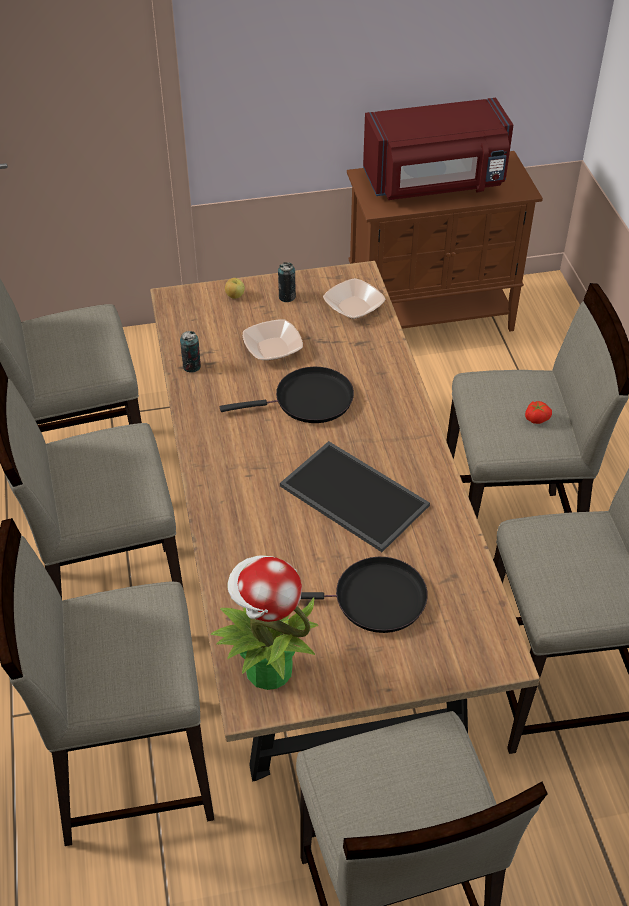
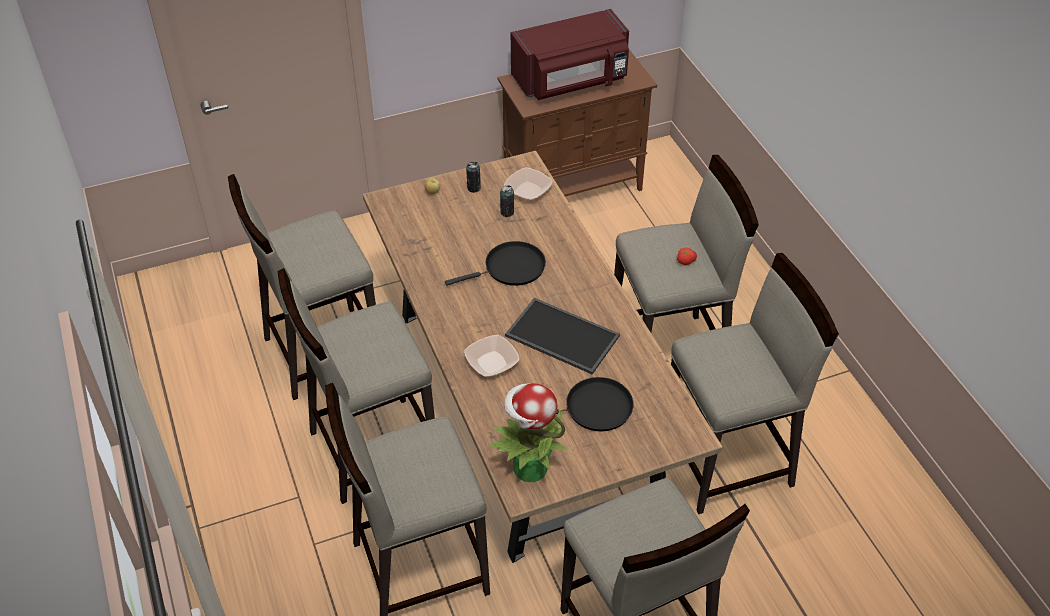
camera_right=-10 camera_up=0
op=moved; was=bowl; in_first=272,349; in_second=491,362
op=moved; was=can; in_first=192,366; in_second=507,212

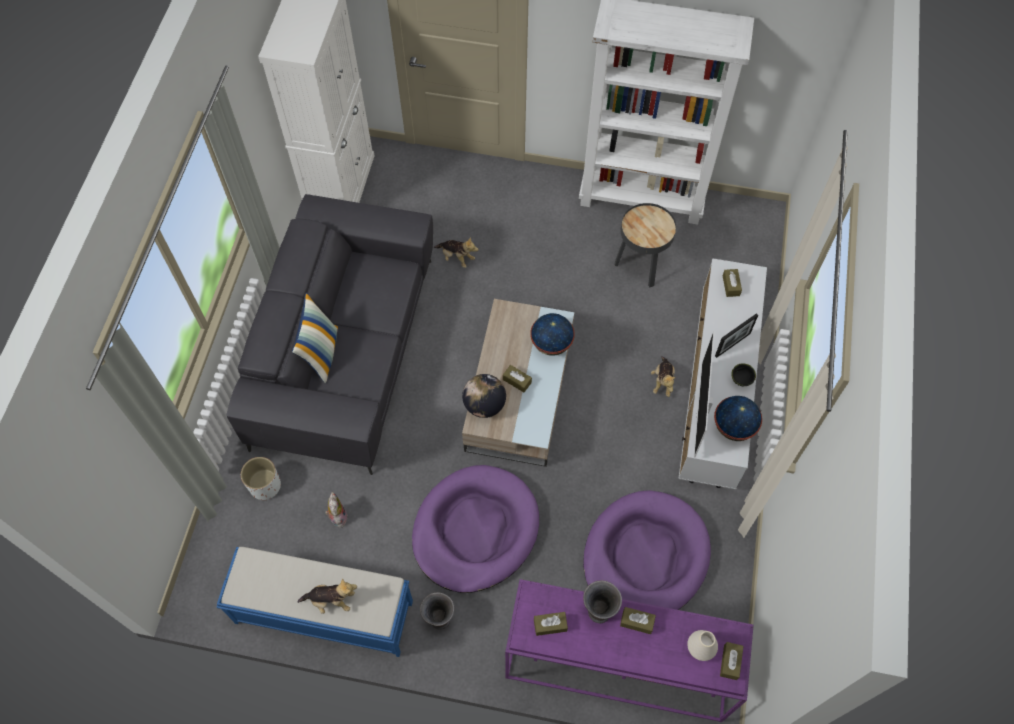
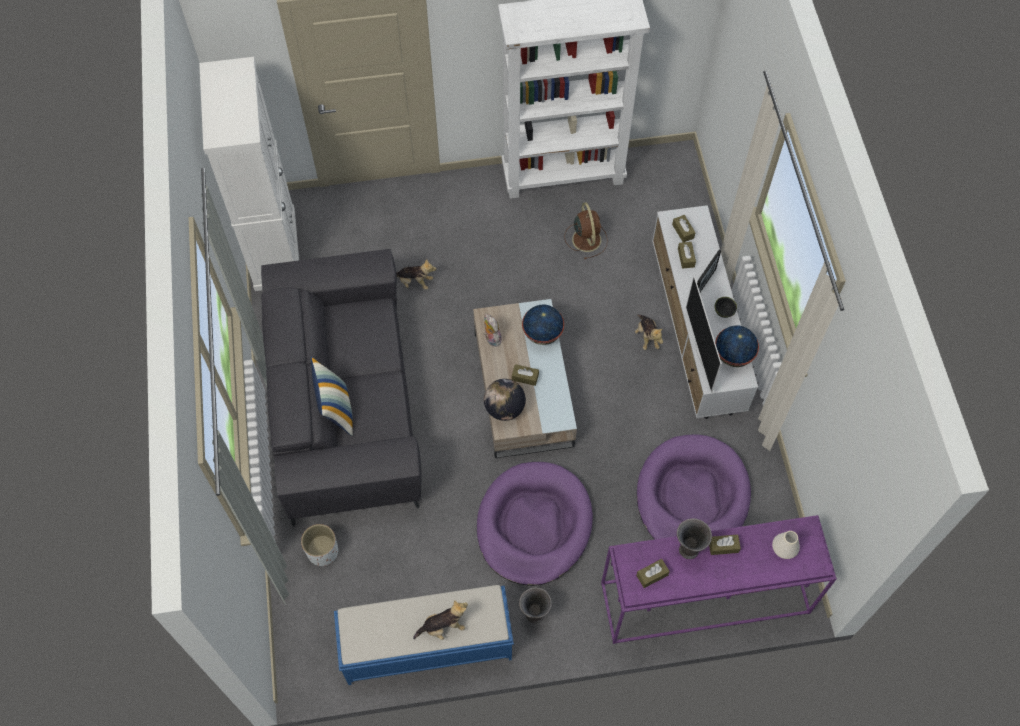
camera_right=-20 camera_up=0
op=replaced; was=black side table; now=brown fan; in_first=640,266; in_second=586,238
op=moved; was=plush toy; in_first=337,516; in_second=491,338
op=moved; was=brown tissue box; in_first=730,662; in_second=686,258

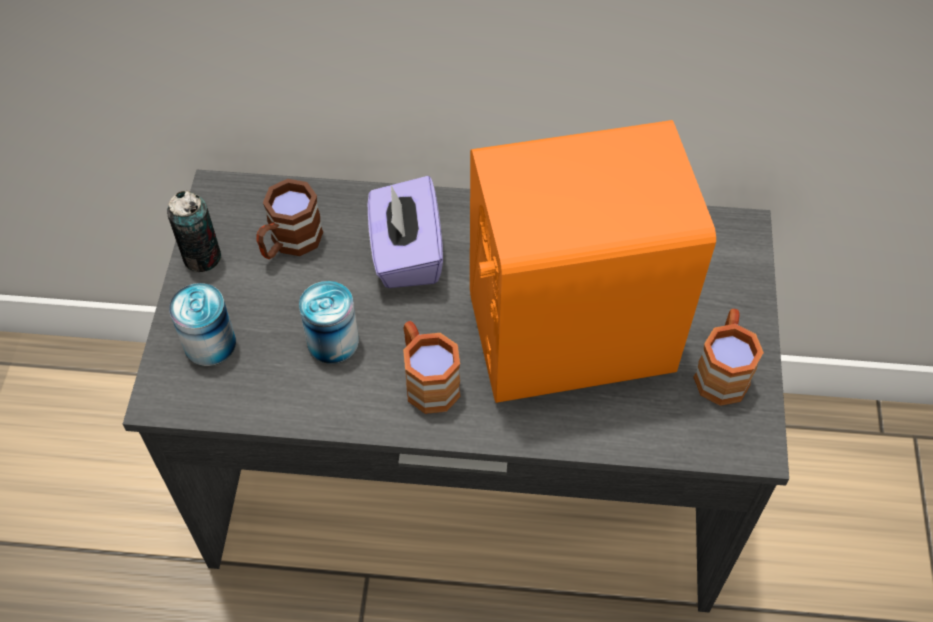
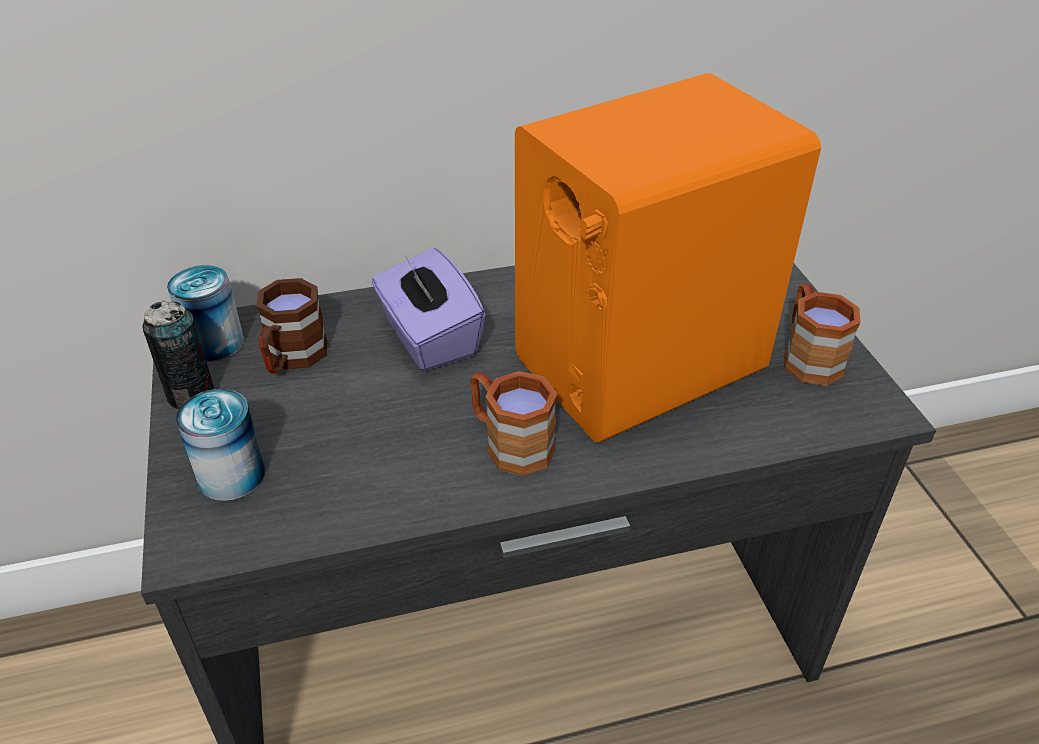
camera_right=-20 camera_up=-15
op=moved; was=can; in_first=333,341; in_second=215,343

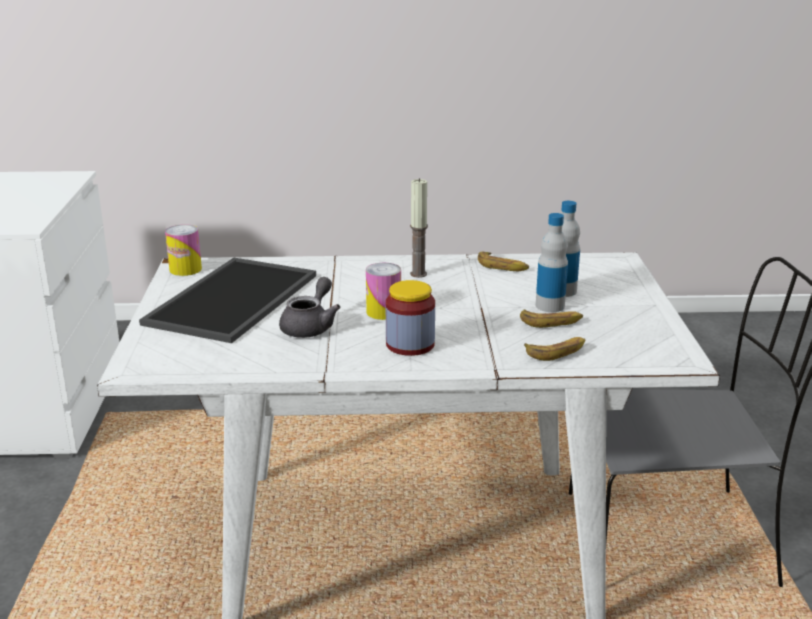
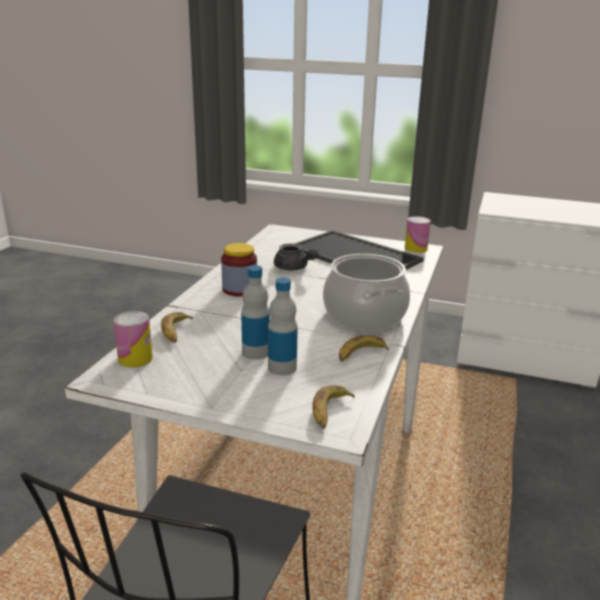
camera_right=110 camera_up=0
op=replaced; was=candle; now=cooking pot; in_first=418,274; in_second=364,315
op=moved; was=can; in_first=383,312; in_second=135,358
op=moved; was=banana; in_first=551,322; in_second=329,412

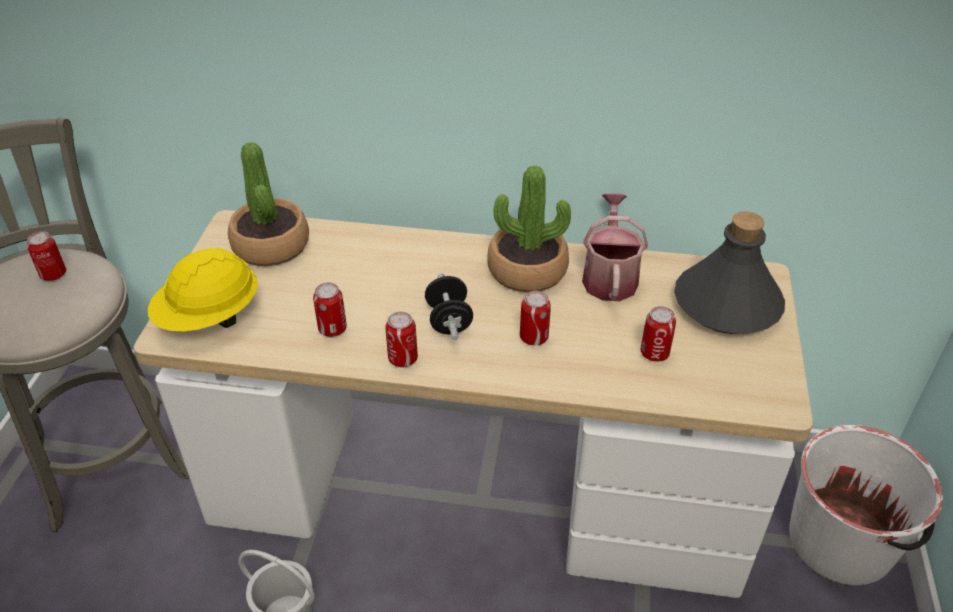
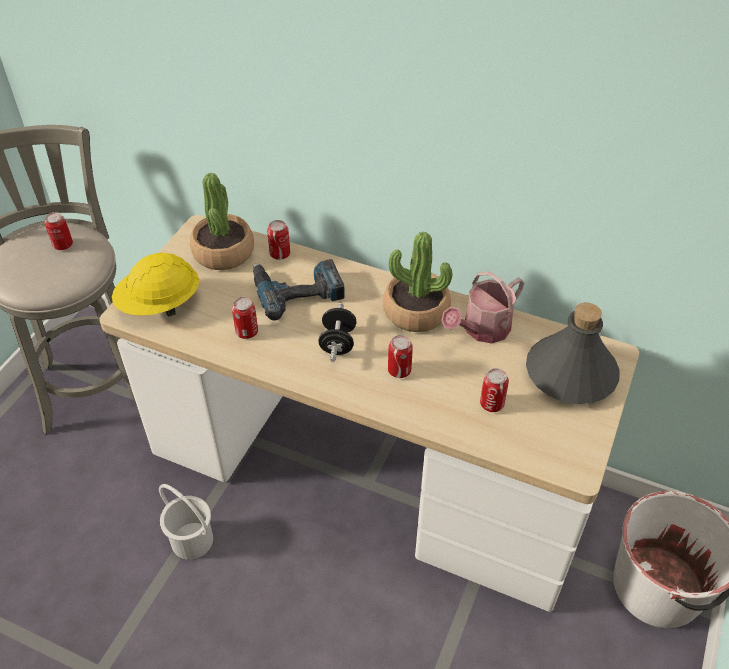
camera_right=15 camera_up=5
op=turned; was=watering can; in_first=609,276; in_second=482,330; clockwise=-150
op=moved; was=can; in_first=403,358; in_second=280,254
op=added; now=power drill; in_second=297,290

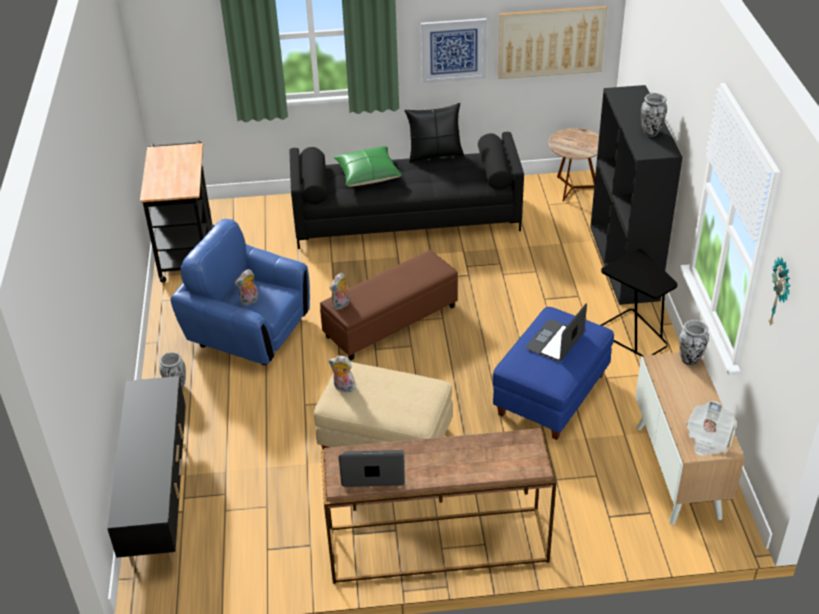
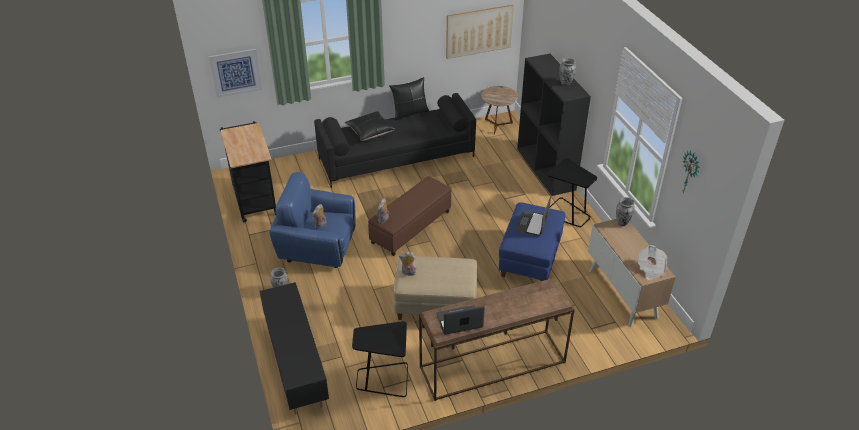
camera_right=-15 camera_up=0
op=moved; was=picture; in_first=453,50; in_second=235,72
op=recoloured; was=green pillow; now=black pillow; in_first=367,174; in_second=370,131
op=added; now=black side table; in_second=383,380

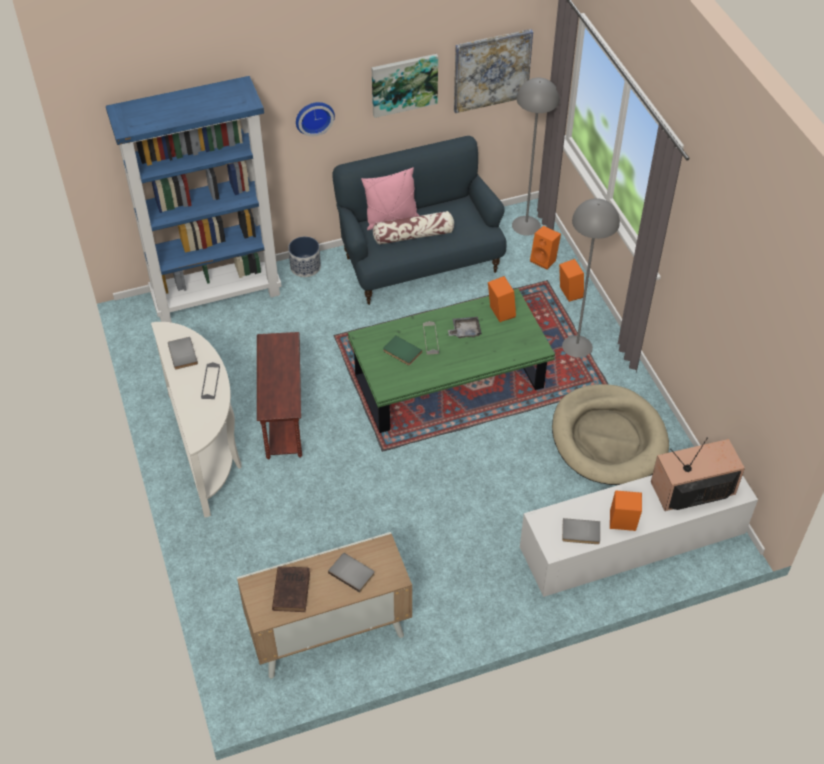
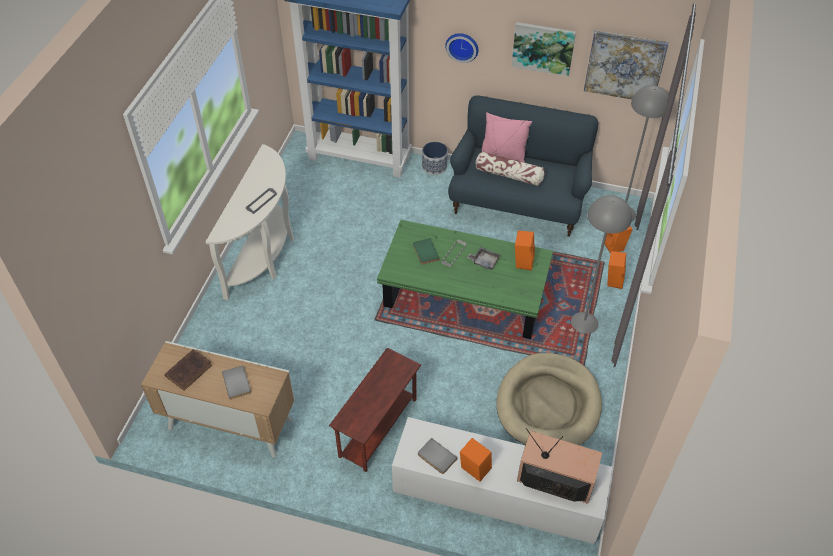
camera_right=35 camera_up=0
op=moved; was=brown side table; in_first=284,418; in_second=378,428
op=removed; was=grey book; in_first=181,354

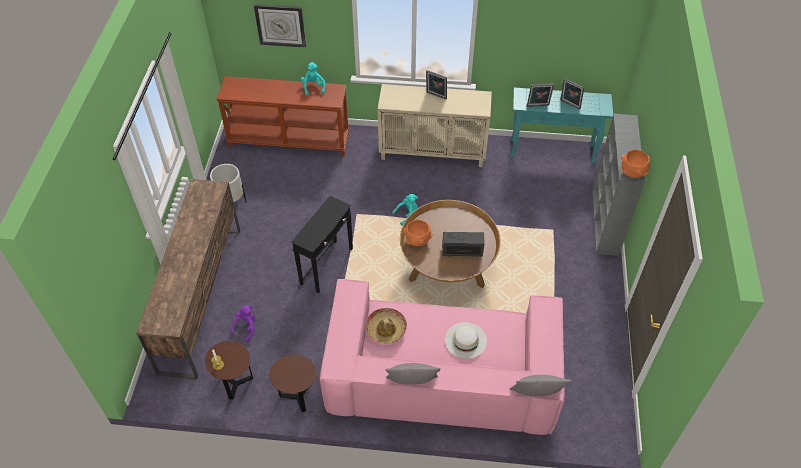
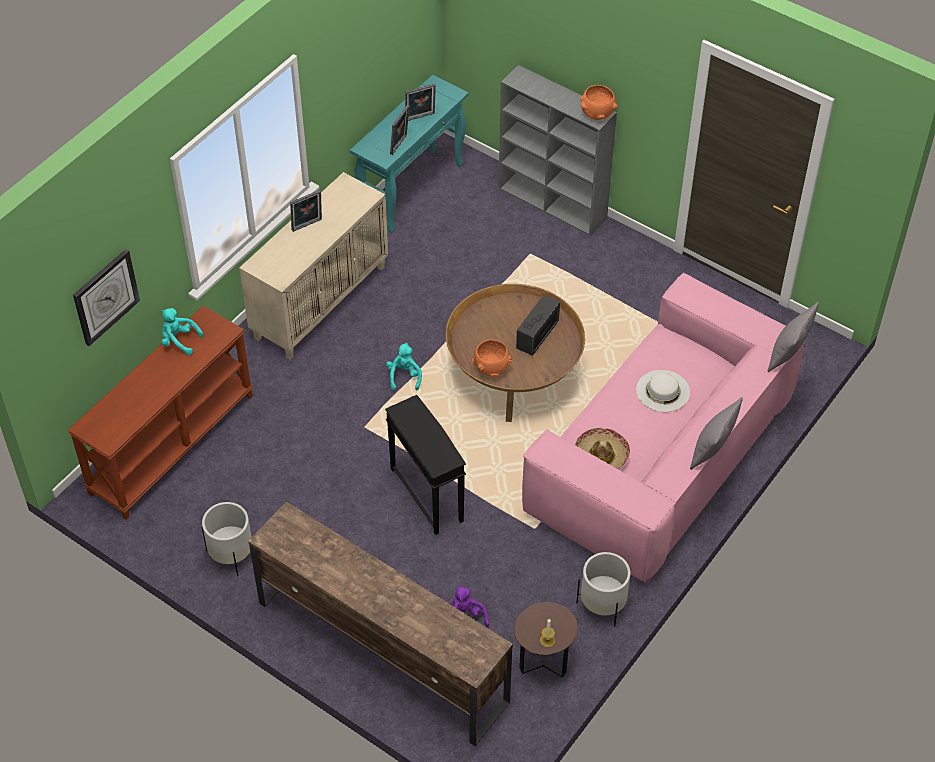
camera_right=-60 camera_up=0
op=replaced; was=brown side table; now=white planter; in_first=298,397; in_second=603,605

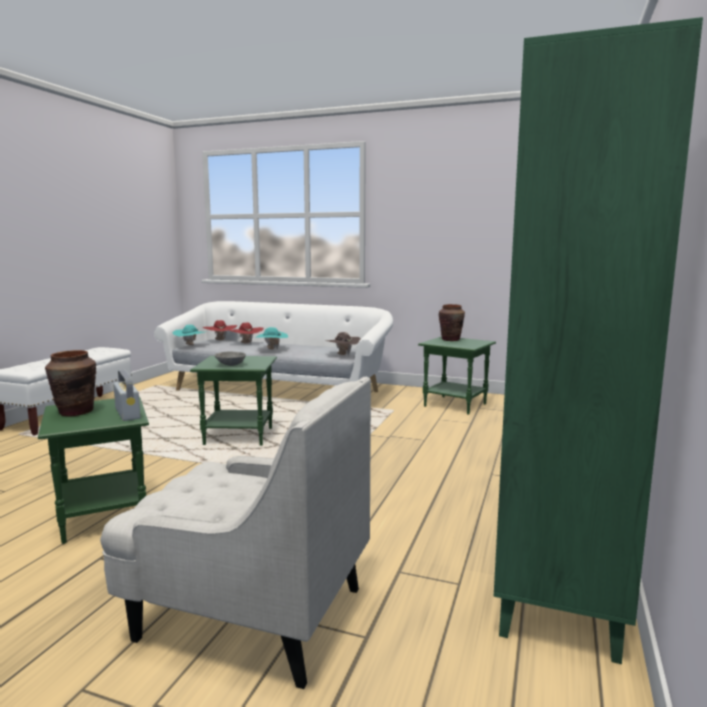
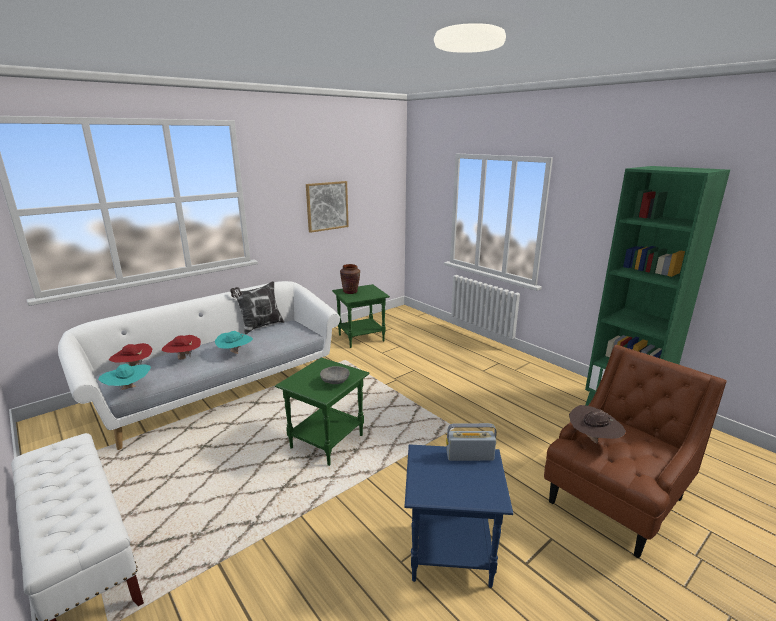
camera_right=-60 camera_up=10
op=moved; was=brown hat; in_first=343,355; in_second=593,440
op=removed; was=brown vase; in_first=75,412
op=recoloured; was=white armchair; now=brown armchair; in_first=249,613; in_second=614,501
op=recoloured; was=green side table; now=blue side table; in_first=104,516; in_second=449,554
op=added; now=picture; in_second=327,206
op=added; now=pillow; in_second=260,326

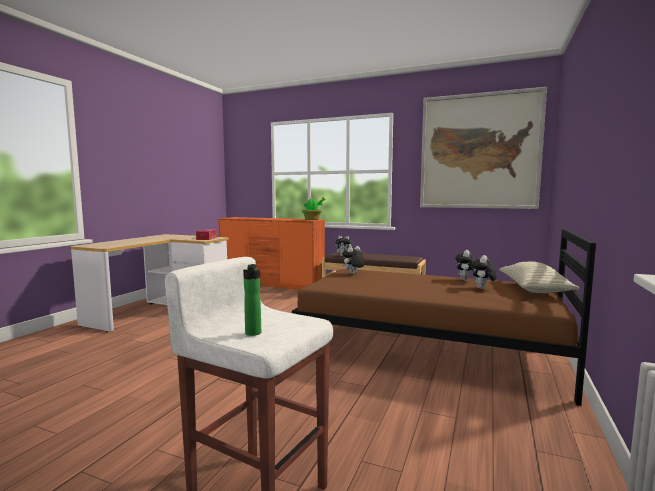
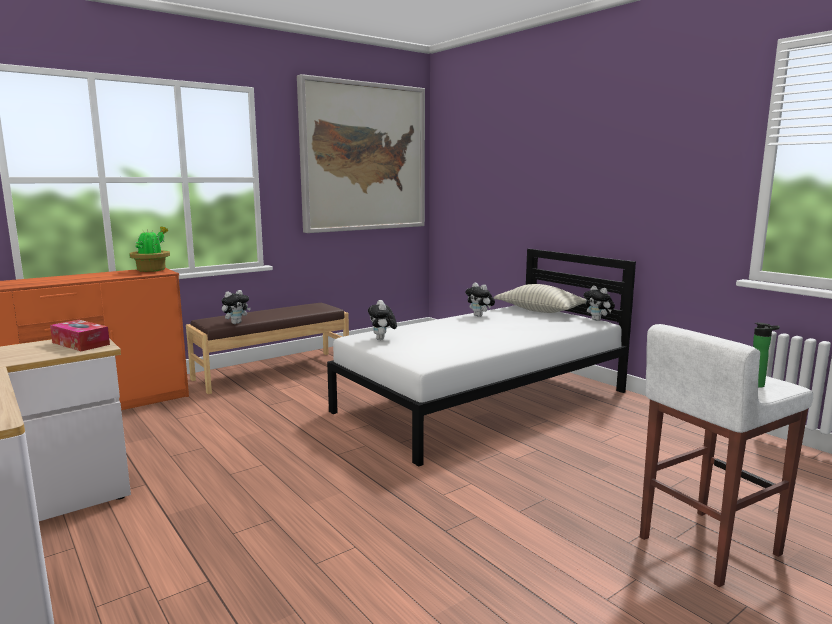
camera_right=-60 camera_up=5
op=recoloured; was=brown bed; now=white bed; in_first=428,350; in_second=484,401
op=moved; was=plush toy; in_first=482,288; in_second=598,320

